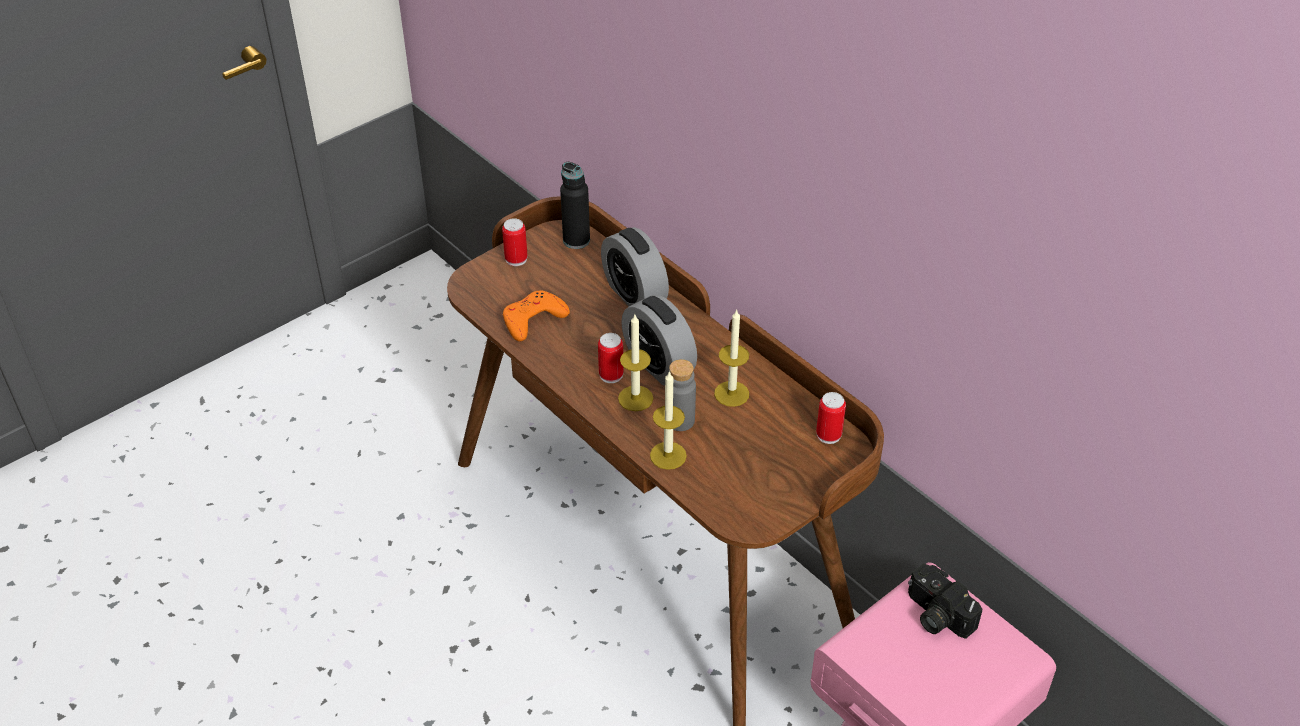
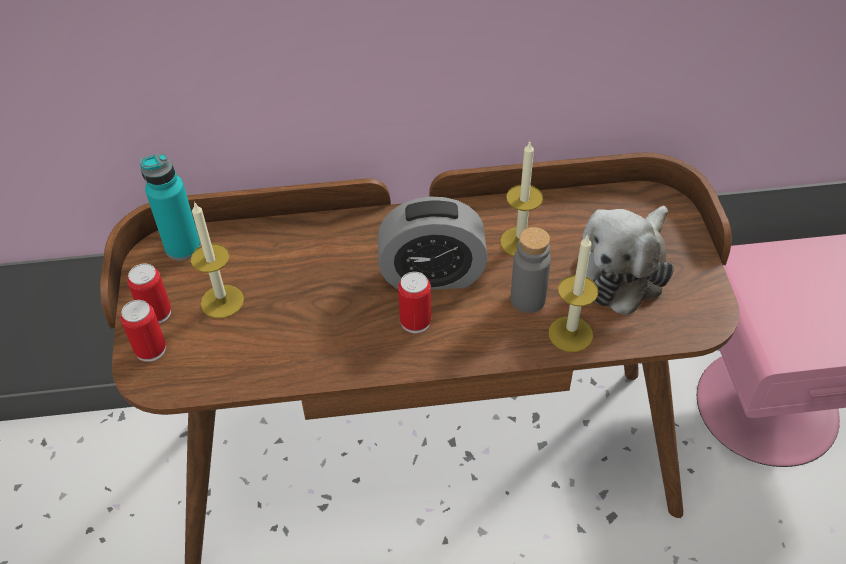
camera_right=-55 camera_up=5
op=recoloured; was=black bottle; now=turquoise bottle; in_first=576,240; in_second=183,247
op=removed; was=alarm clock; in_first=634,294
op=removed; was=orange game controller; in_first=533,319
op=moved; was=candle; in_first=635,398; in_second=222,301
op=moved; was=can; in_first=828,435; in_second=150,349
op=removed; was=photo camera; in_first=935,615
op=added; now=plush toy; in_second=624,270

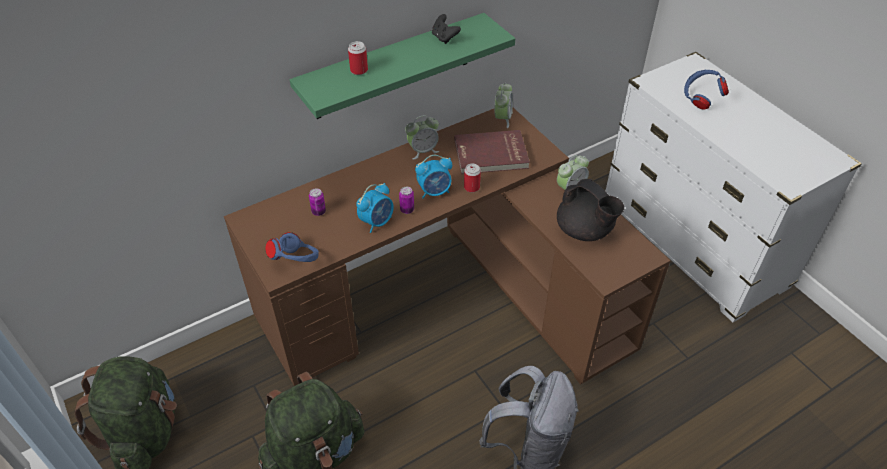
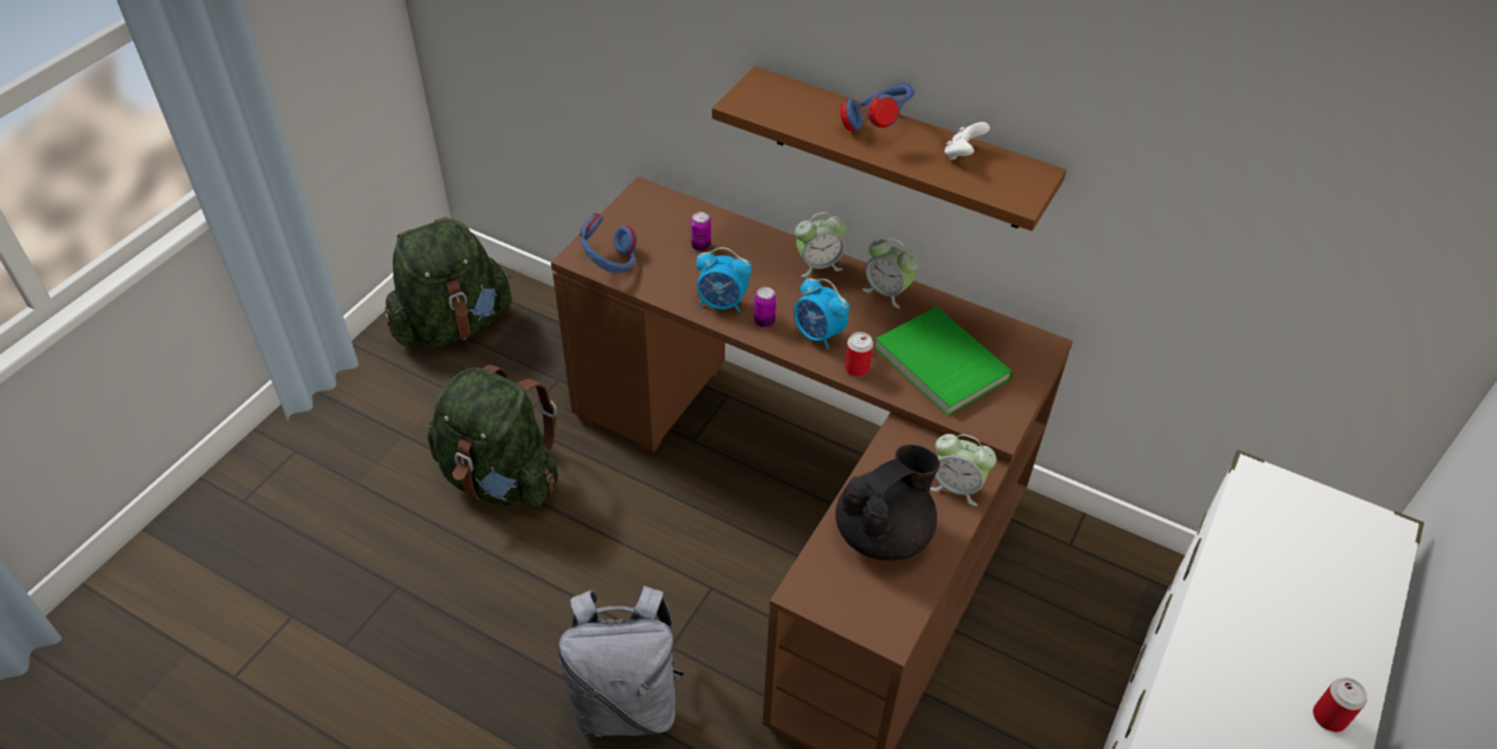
camera_right=60 camera_up=0
op=recoloured; was=green shelf; now=brown shelf; in_first=393,67; in_second=898,150
op=recoloured; was=black game controller; now=white game controller; in_first=444,38; in_second=963,154
op=moved; was=can; in_first=359,70; in_second=1329,717
op=moved; was=blue headphones; in_first=701,99; in_second=877,126
op=moved; was=alarm clock; in_first=502,118; in_second=818,265
op=recoloured; was=red book; now=green book; in_first=491,155; in_second=939,364
op=turned; was=black teapot; in_first=584,230; in_second=884,533; clockwise=-150

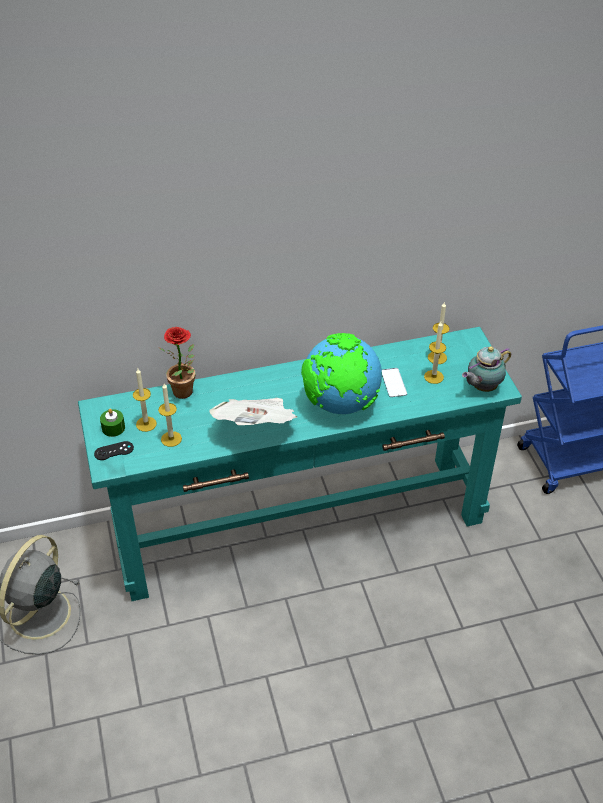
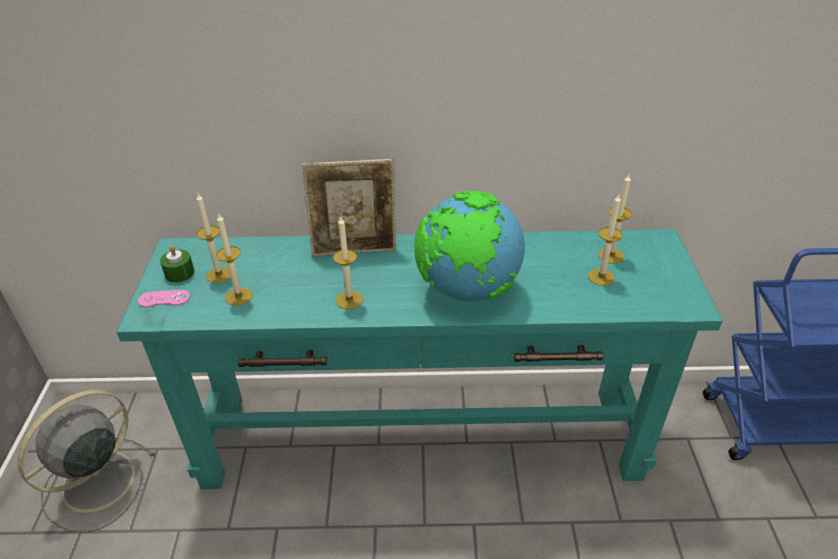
camera_right=15 camera_up=-5
op=removed; was=potted plant; in_first=186,394
op=removed; was=teapot; in_first=482,387
op=removed; was=phone; in_first=393,383
op=replaced; was=newspaper; now=candle; in_first=256,427; in_second=349,300
op=recoloured; was=black game controller; now=pink game controller; in_first=114,451; in_second=164,299
op=added; now=picture frame; in_second=355,250

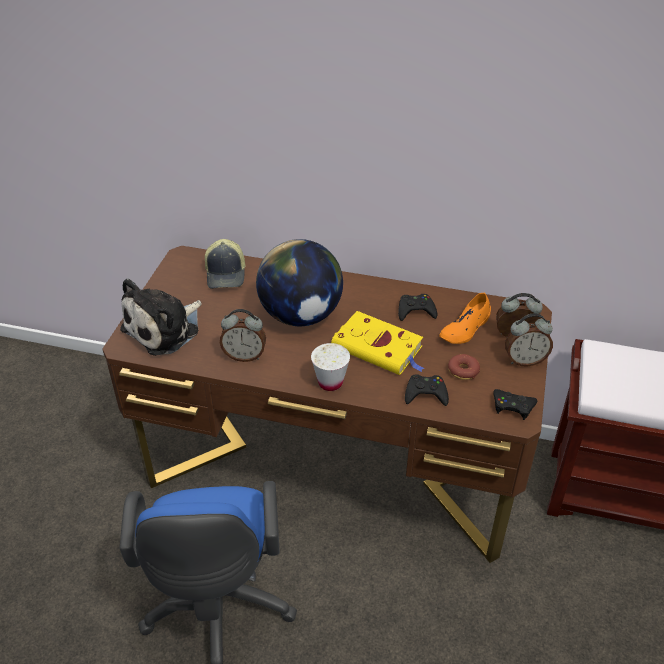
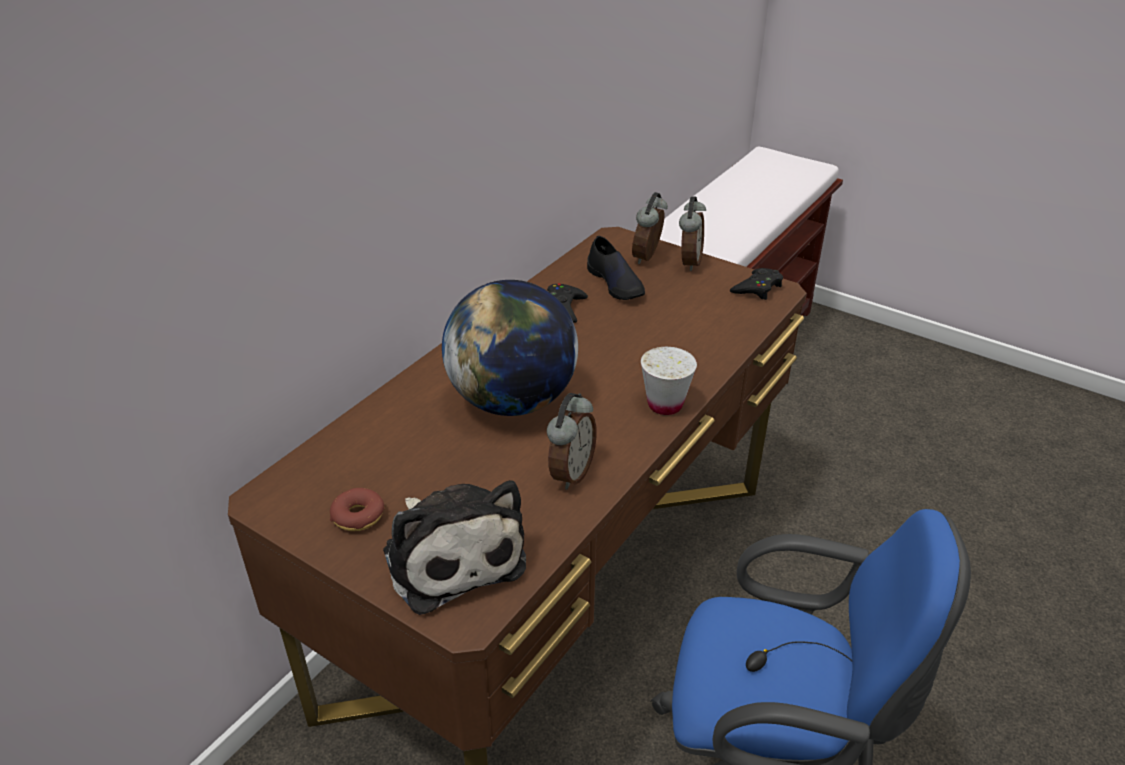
camera_right=-70 camera_up=-5
op=removed; was=cap; in_first=226,274
op=recoloured; was=orange shoe; now=black shoe; in_first=465,328; in_second=616,283
op=removed; was=yellow book; in_first=379,348
op=moved; was=donut; in_first=463,371; in_second=358,516
op=removed; was=black game controller; in_first=426,394

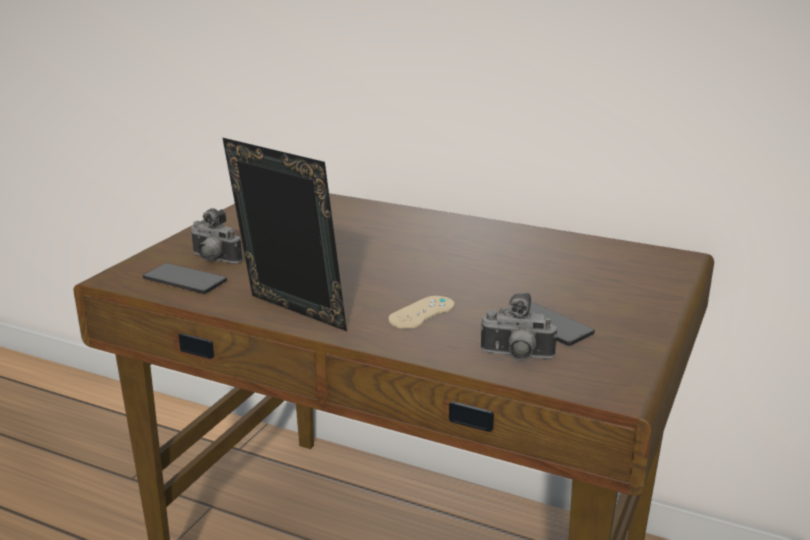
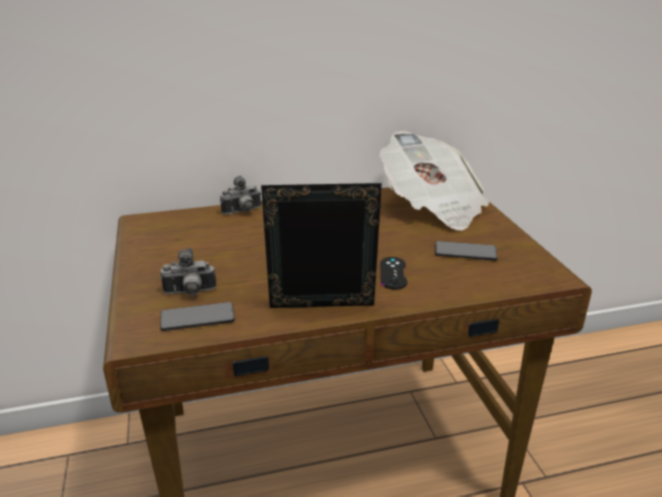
camera_right=-40 camera_up=5
op=moved; was=photo camera; in_first=516,357; in_second=243,212
op=recoloured; was=beige game controller; now=black game controller; in_first=421,313; in_second=393,273
op=added; now=newspaper; in_second=432,207

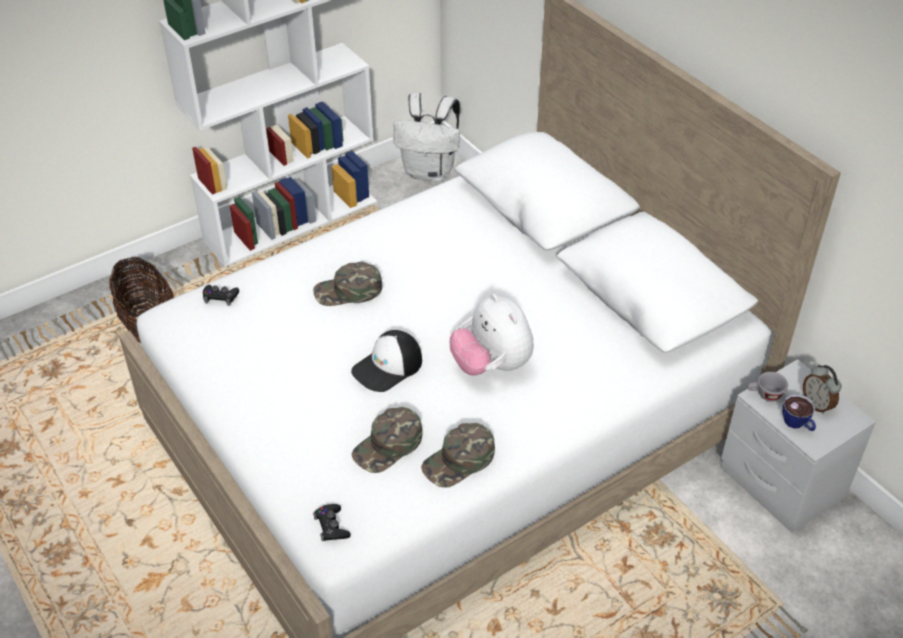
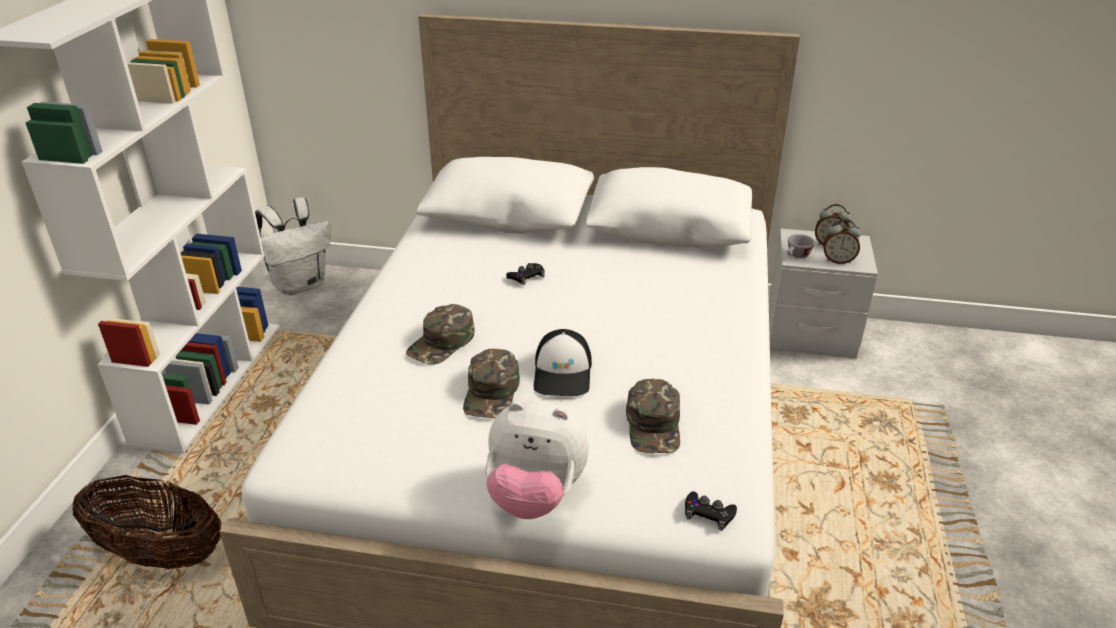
camera_right=-45 camera_up=-10
op=moved; was=black game controller; in_first=220,297; in_second=526,277
op=moved; was=plush toy; in_first=491,365; in_second=535,496
op=replaced; was=cup; now=alarm clock; in_first=797,424; in_second=838,260
op=moved; was=green cap; in_first=459,461; in_second=492,392

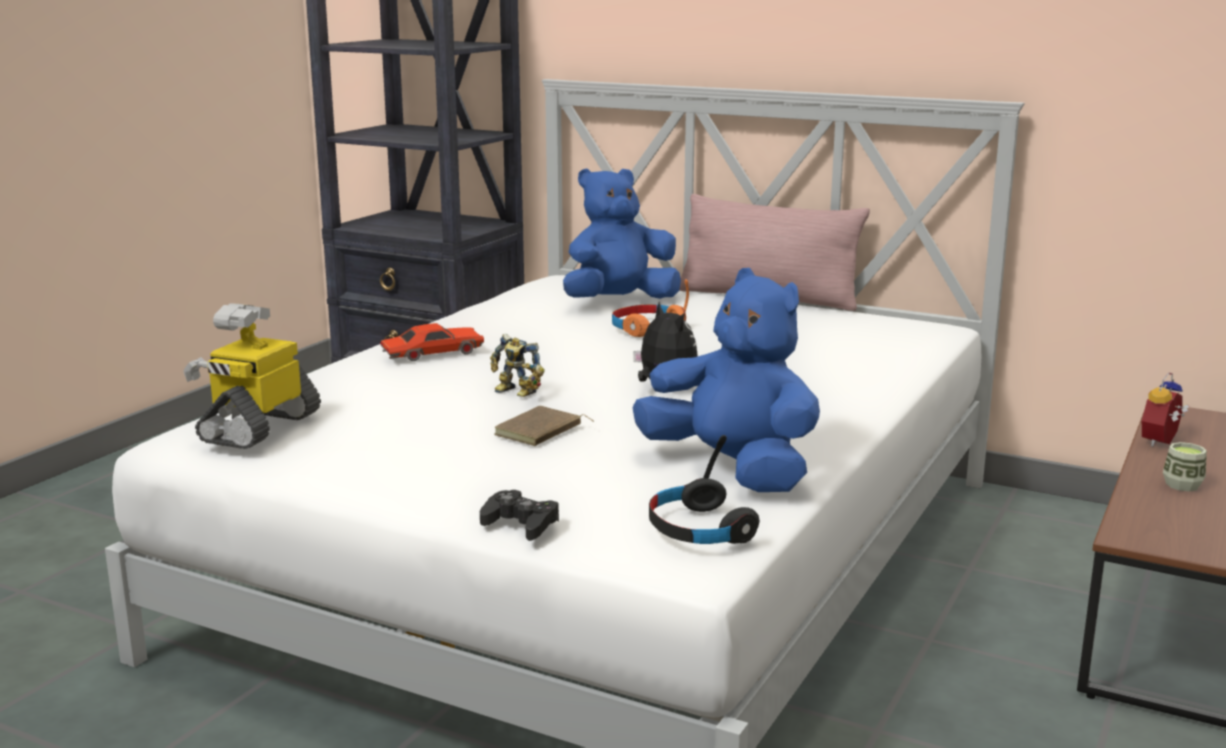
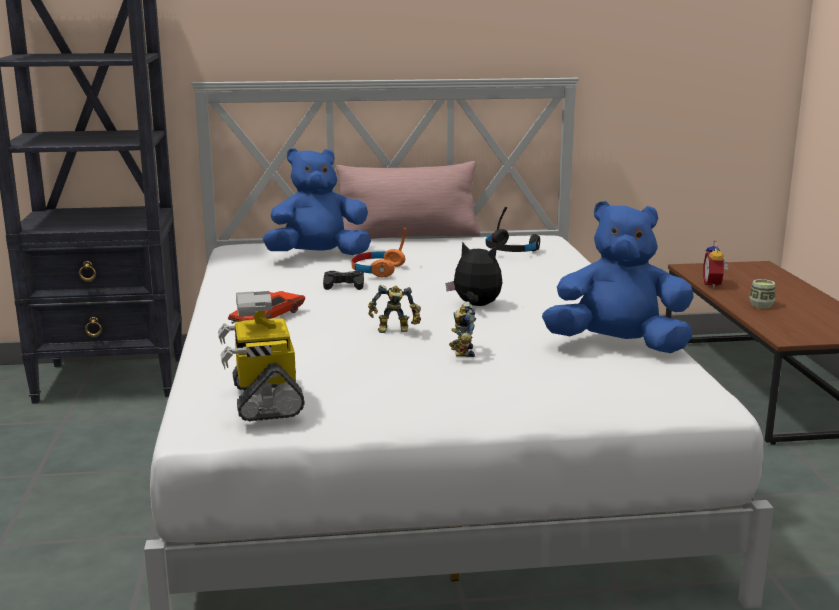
camera_right=-35 camera_up=0
op=turned; was=blue plush toy; in_first=619,302; in_second=318,256; clockwise=45
op=replaced; was=brown book; now=toy robot; in_first=540,431; in_second=461,352
op=moved; was=black headphones; in_first=699,529; in_second=511,250
op=moved; was=black game controller; in_first=521,524; in_second=344,285

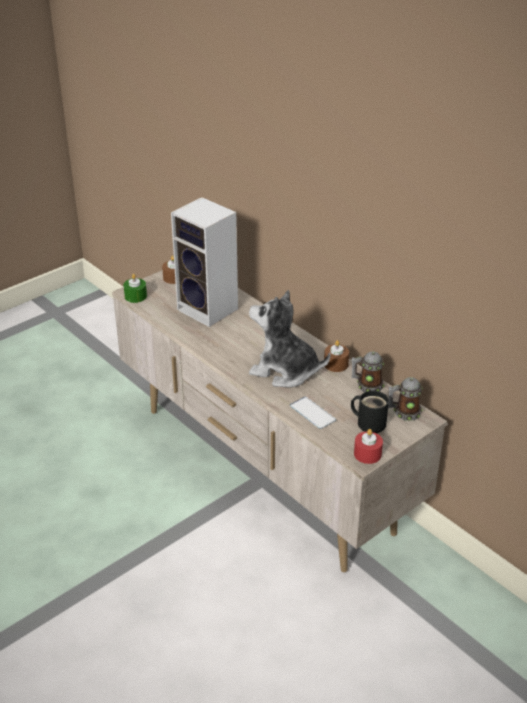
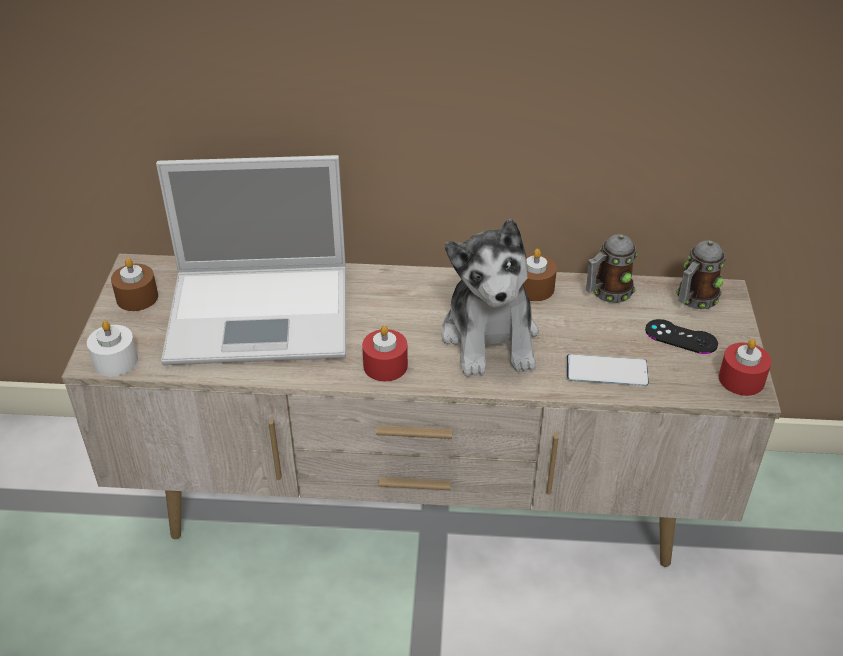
camera_right=-45 camera_up=5
op=replaced; was=speaker; now=laptop; in_first=210,310; in_second=263,313
op=recoloured; was=green candle; now=white candle; in_first=135,296; in_second=115,361
op=turned; was=plush toy; in_first=285,371; in_second=490,337; clockwise=-75
op=replaced; was=black mug; now=black game controller; in_first=369,422; in_second=681,337
op=added; now=red candle; in_second=385,365

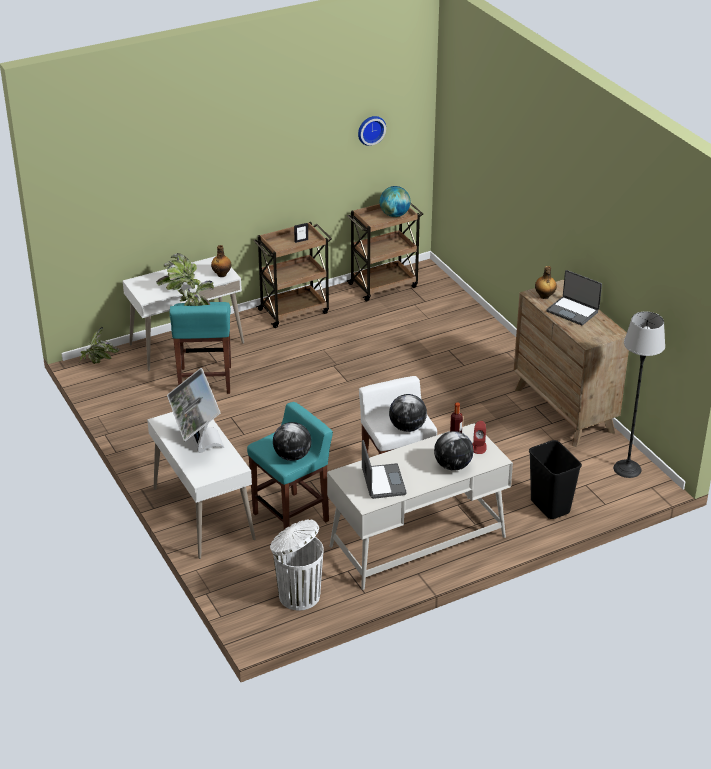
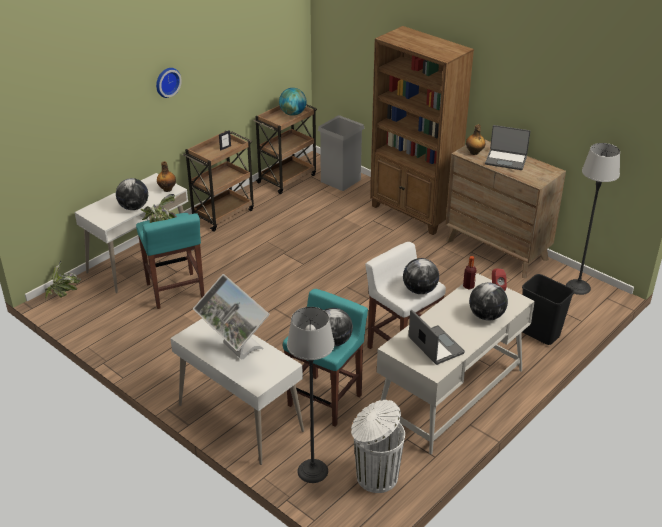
camera_right=-20 camera_up=0
op=moved; was=wall clock; in_first=370,129; in_second=166,81
op=replaced; was=potted plant; now=globe; in_first=179,287; in_second=134,207
op=added; now=brown bookcase; in_second=413,213
op=added; now=grey trash can; in_second=340,180
op=added; now=floor lamp; in_second=312,471

